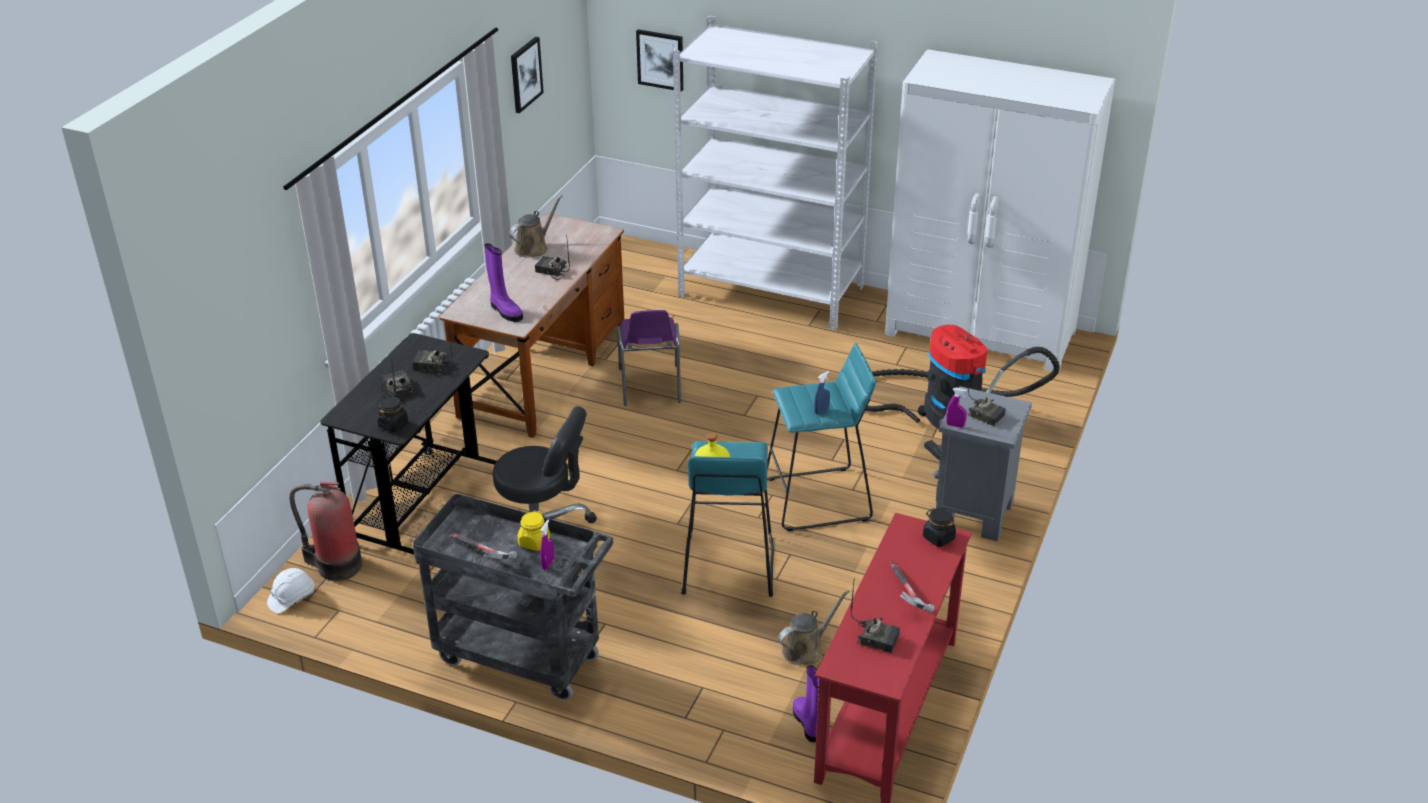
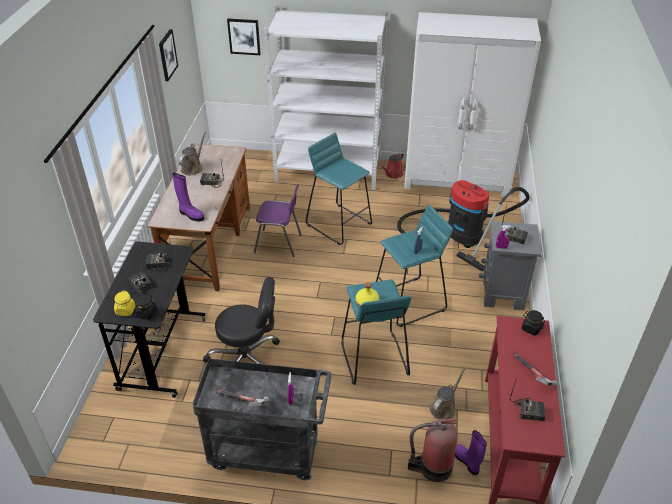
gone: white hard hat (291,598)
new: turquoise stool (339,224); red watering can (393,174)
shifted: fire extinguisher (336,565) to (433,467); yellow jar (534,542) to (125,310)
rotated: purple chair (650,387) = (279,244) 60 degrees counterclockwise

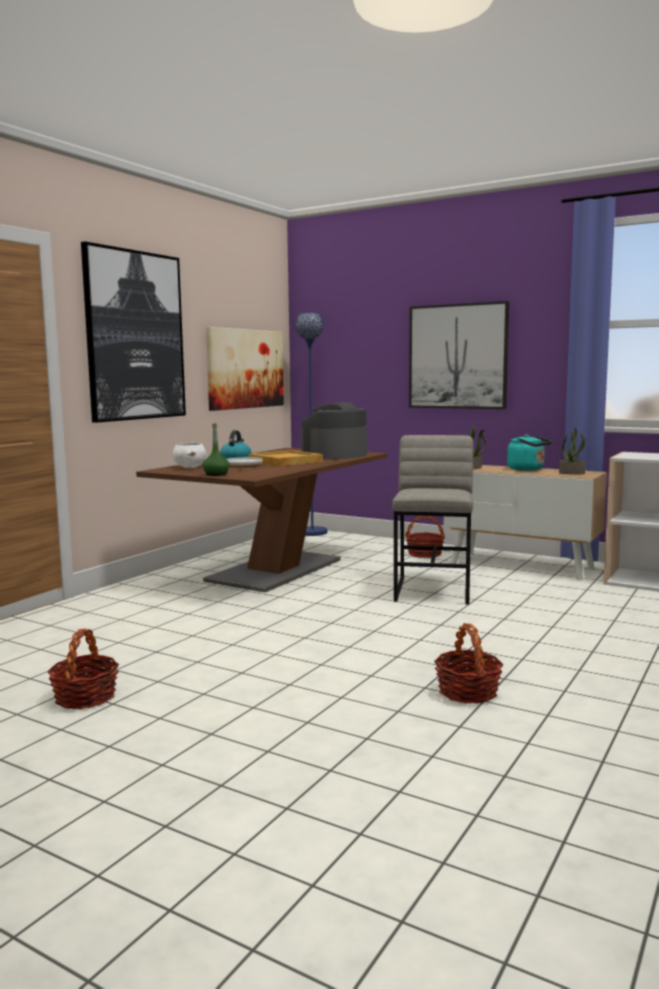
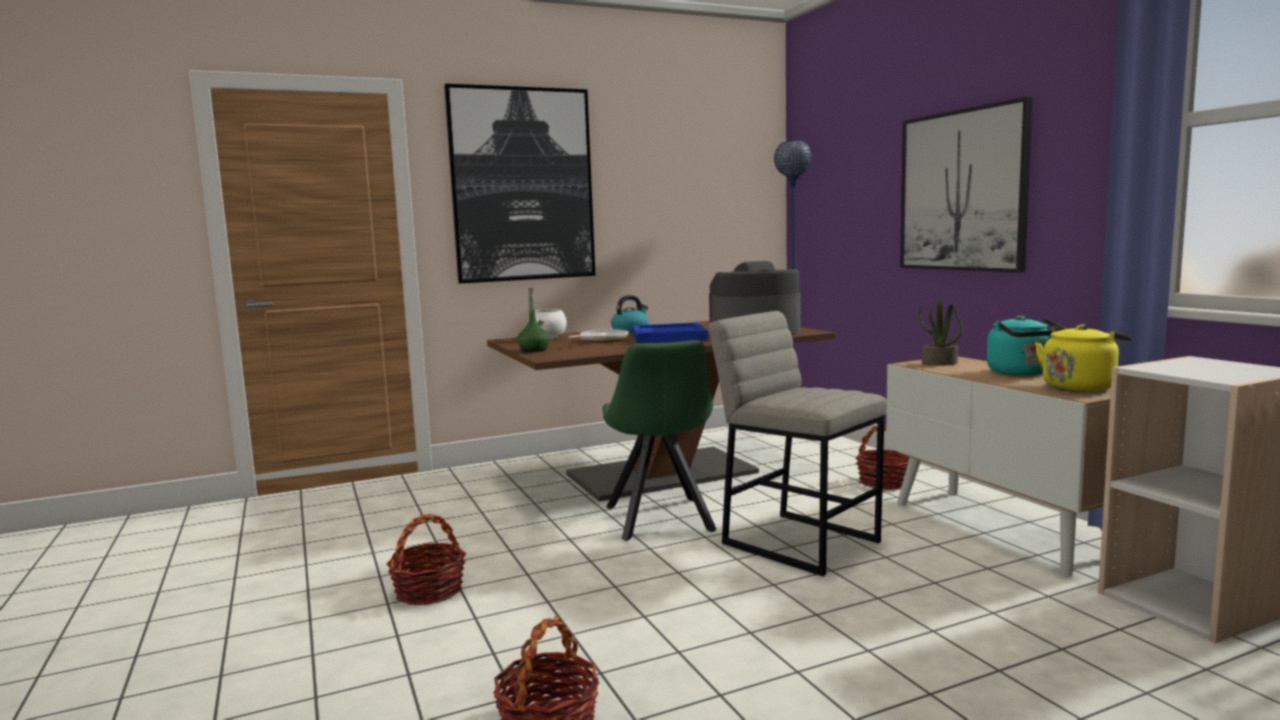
gone: picture (245,369)
new: green chair (660,519)
shifted: basket (85,697) to (429,591)
swapped: potted plant (572,473) to yellow kettle (1080,387)
repainted: beige tray (285,461) to blue tray (668,337)
rotated: grey chair (433,590) = (797,541) 90 degrees counterclockwise

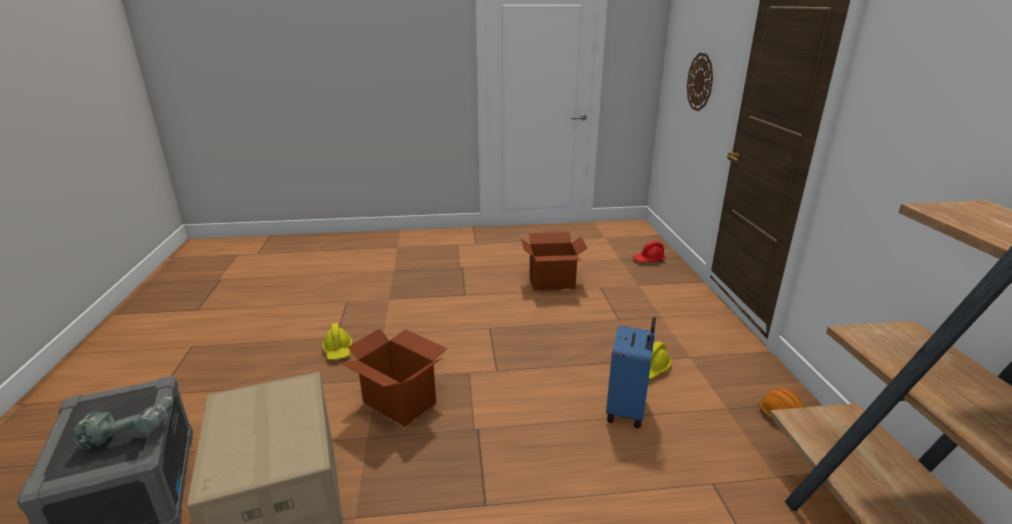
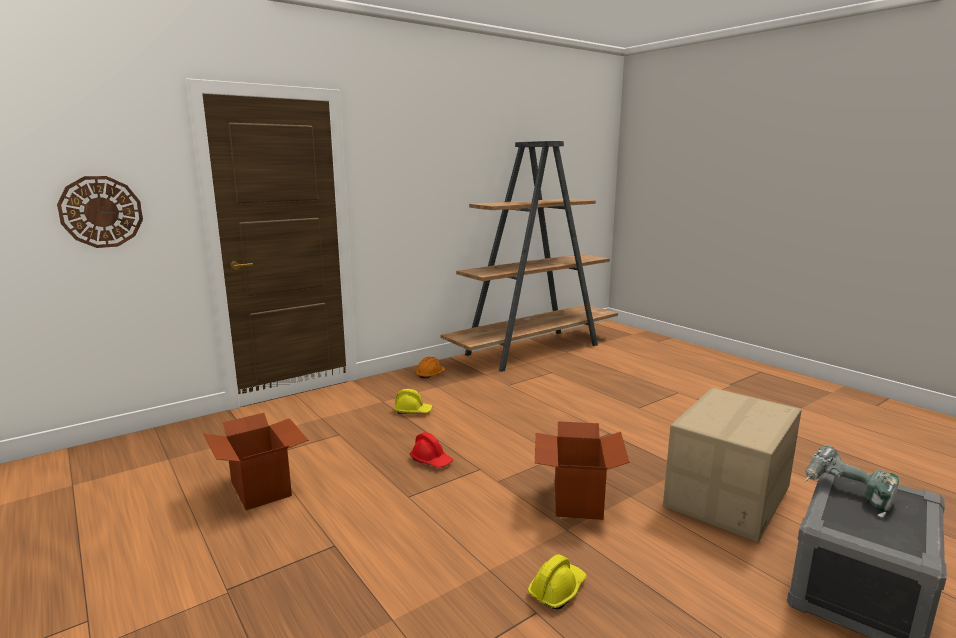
gone: blue suitcase (627,410)
shifted: red hard hat (648,260) to (431,460)

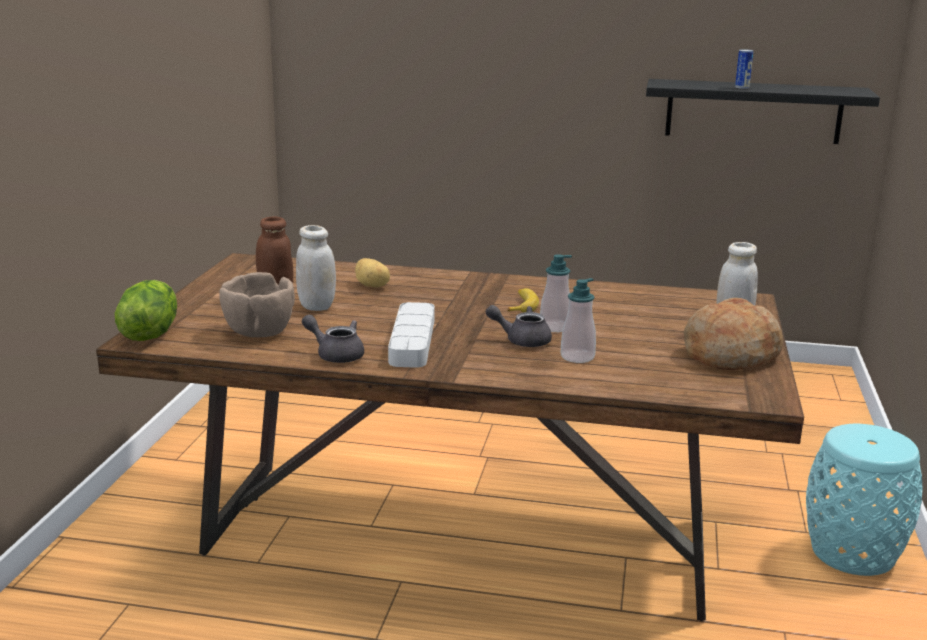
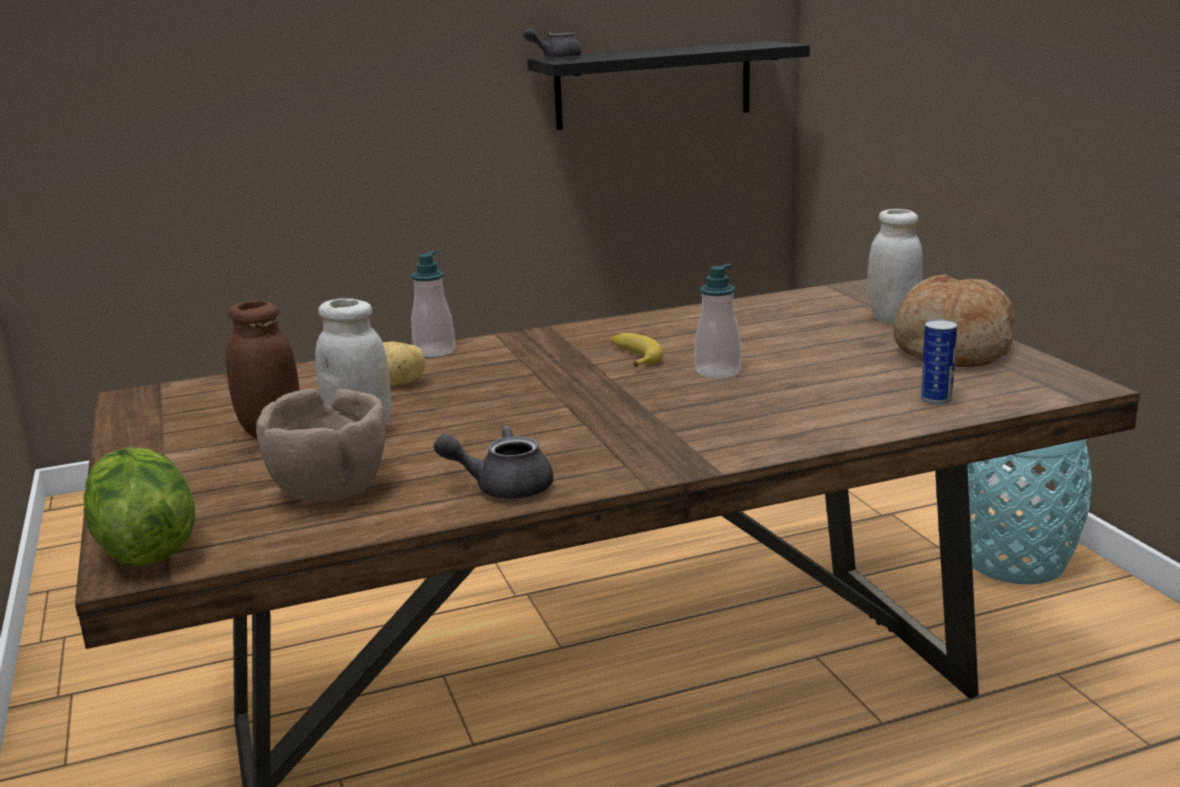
gone: grey tray (412,341)
shifted: can (742,87) to (936,400); soap dispenser (577,357) to (434,351); grey teapot (522,340) to (556,58)

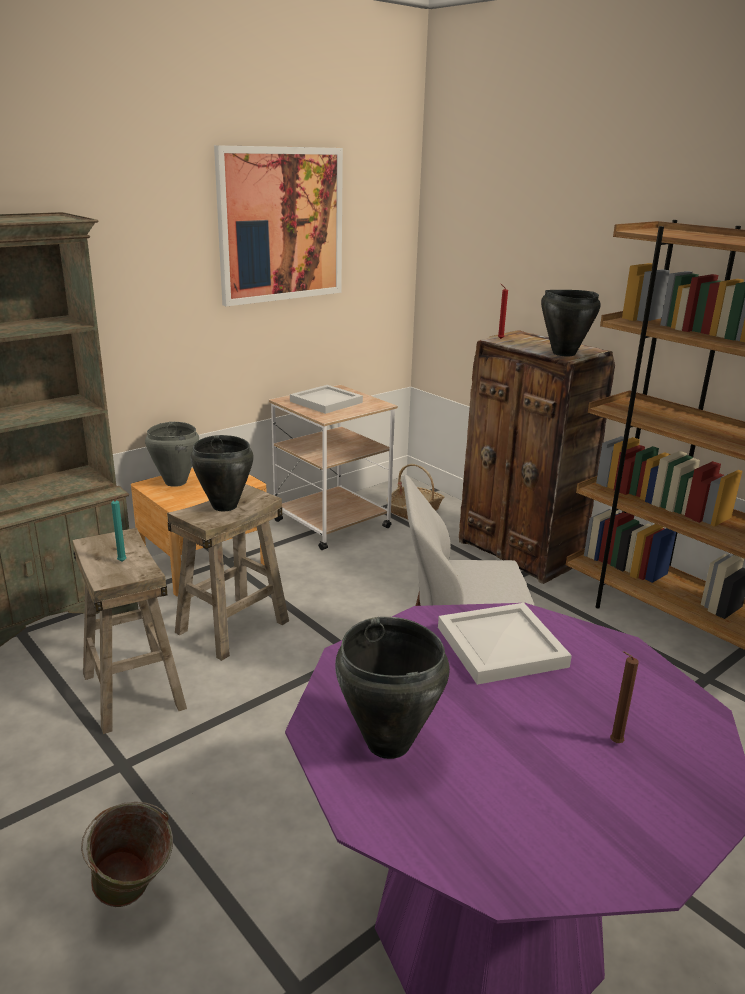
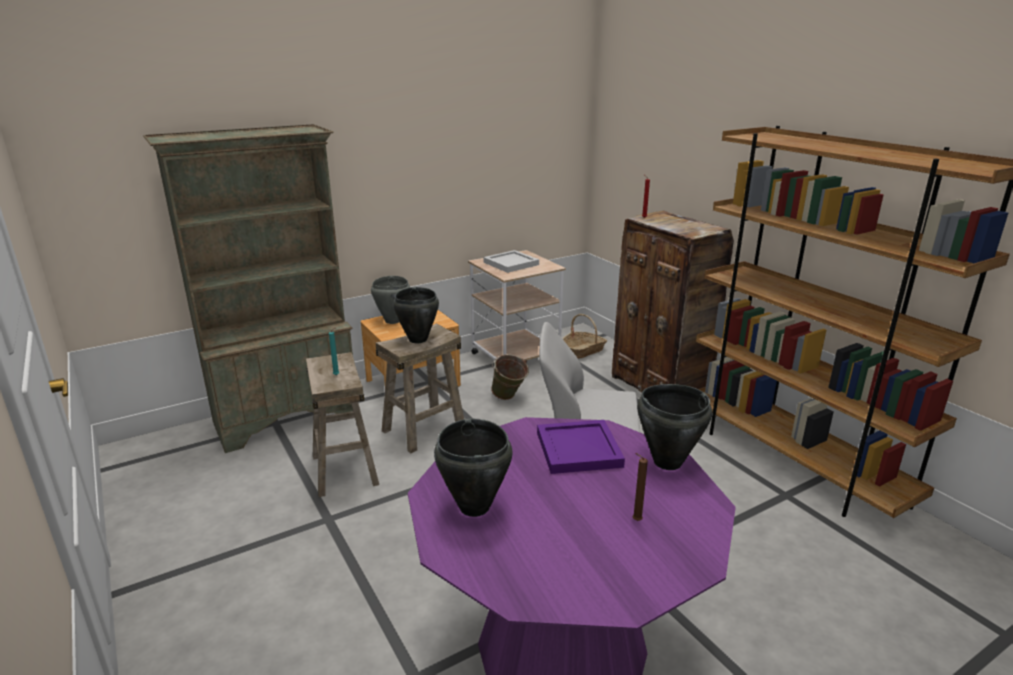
gone: picture (281,225)
shifted: black cooking pot (563,353) to (667,462); green bucket (133,898) to (509,398)
repainted: white tray (499,646) to purple tray (577,449)

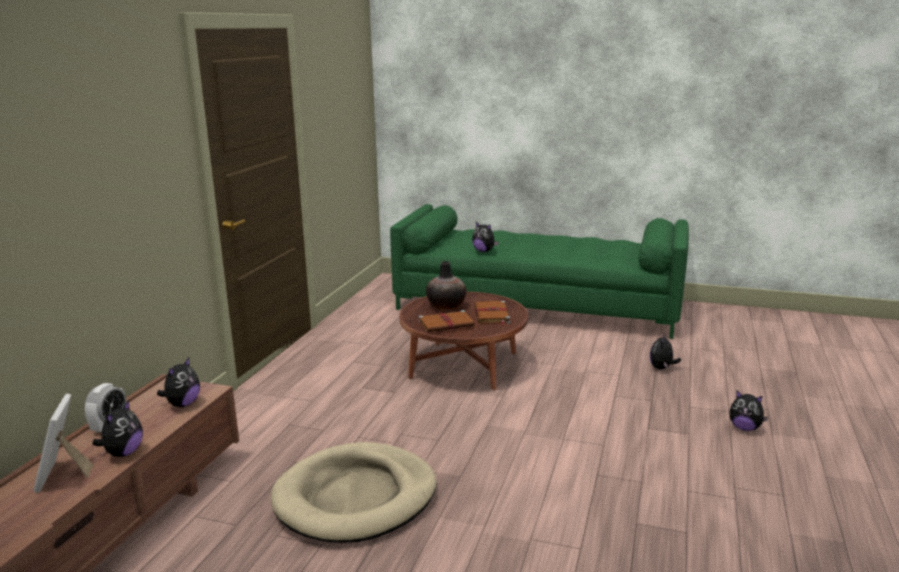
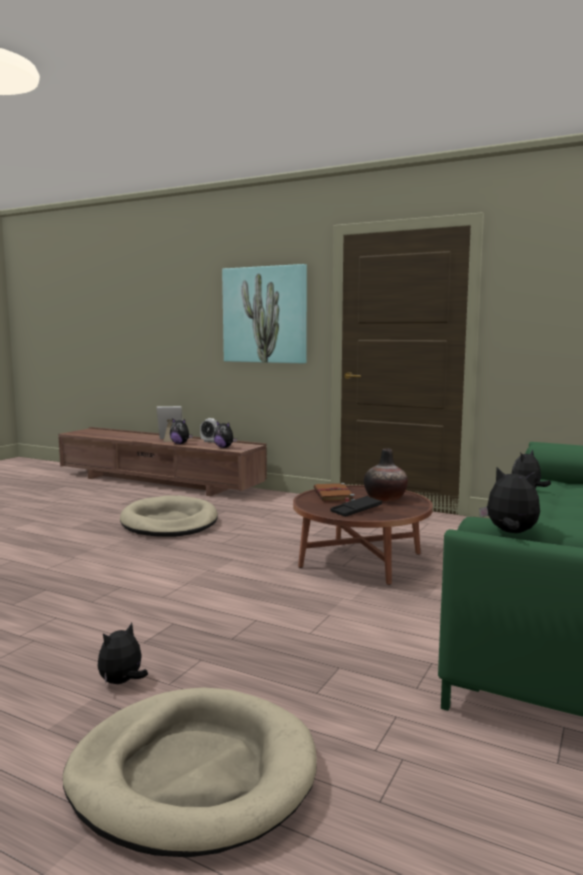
new: picture (265,315); beige dog bed (193,774)
shifted: plush toy (662,368) to (510,533)
swapped: brown book (492,315) to black tray (356,510)

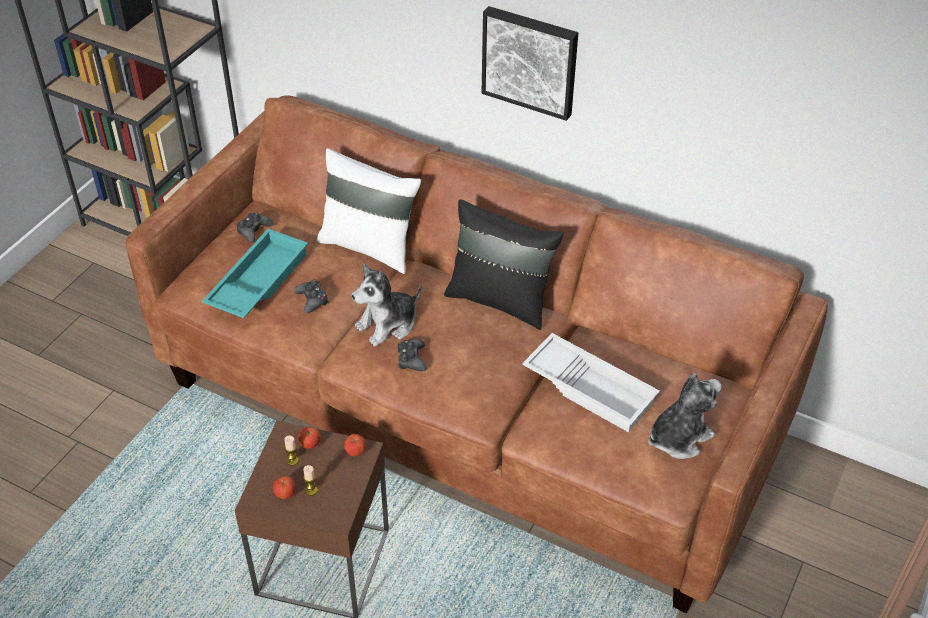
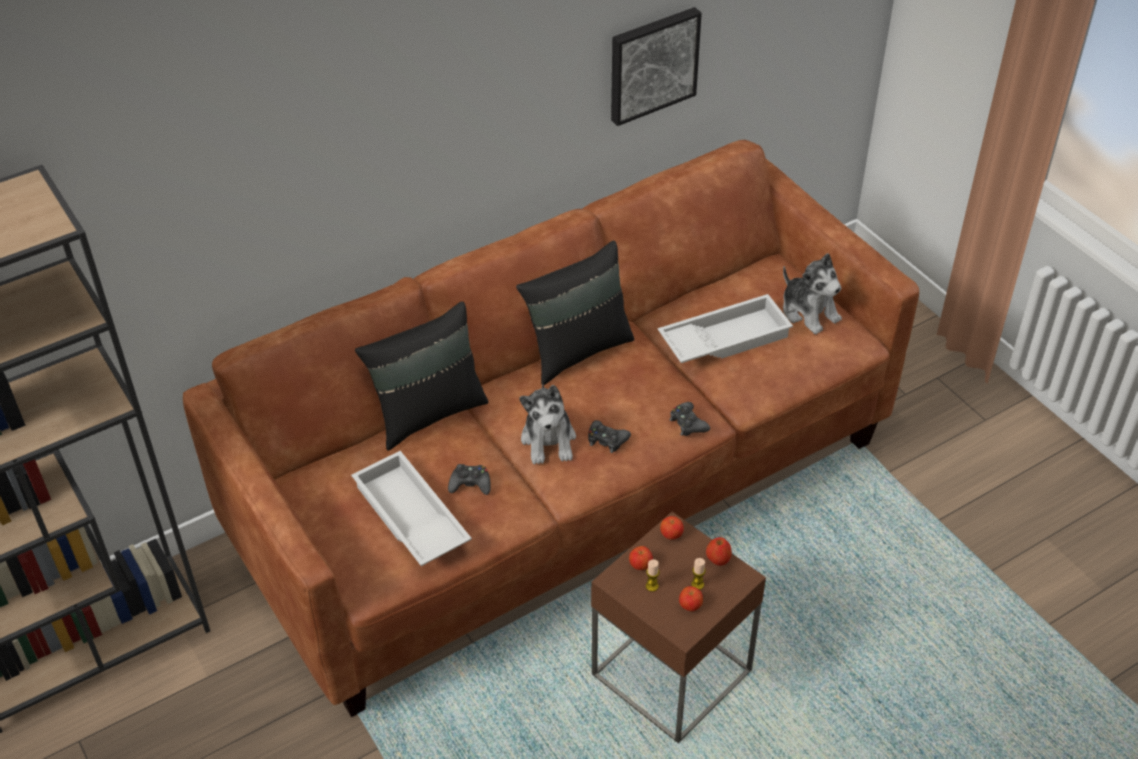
new: apple (718,560)
shifted: picture (530,61) to (652,64); black game controller (254,230) to (688,423)
repainted: white pillow (369,246) to black pillow (428,413); turquoise tray (257,281) to white tray (409,518)
rotated: plush toy (678,437) = (809,312) 150 degrees clockwise

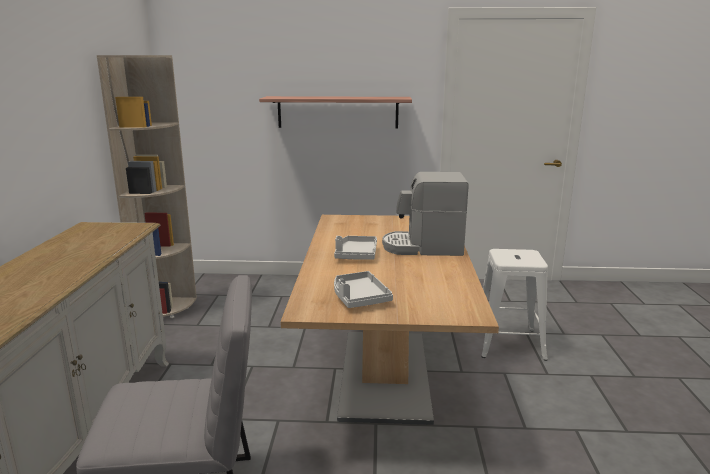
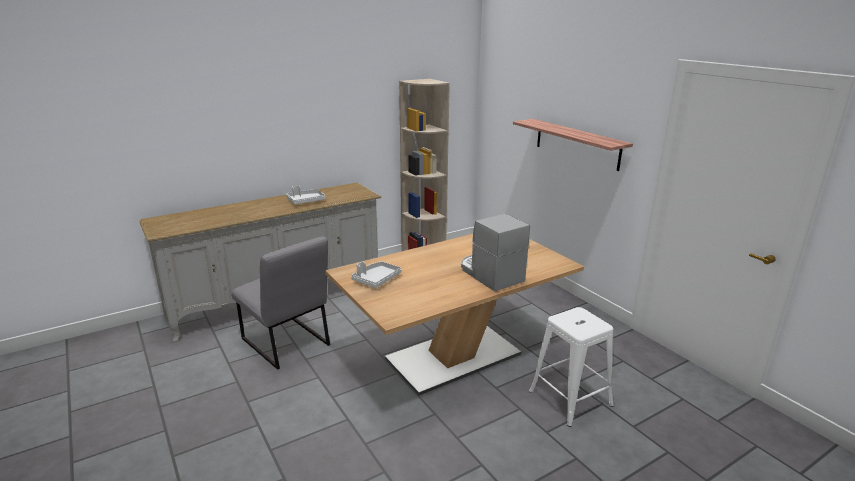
shifted: grey tray (356,255) to (305,201)

